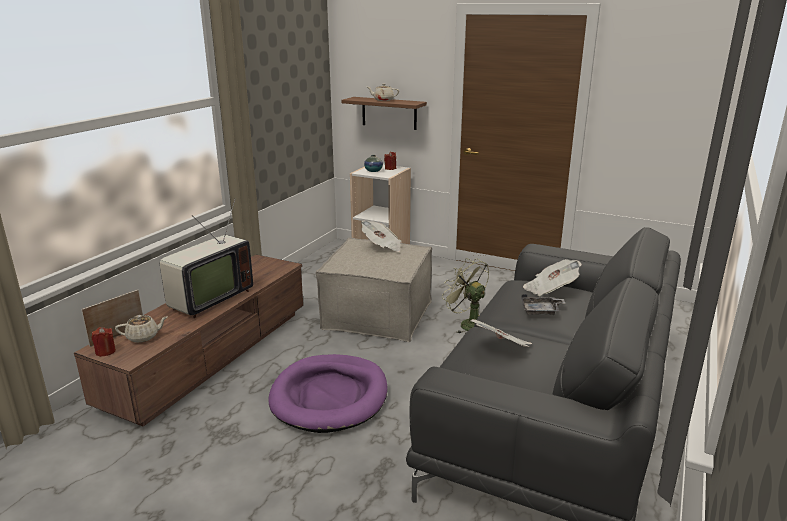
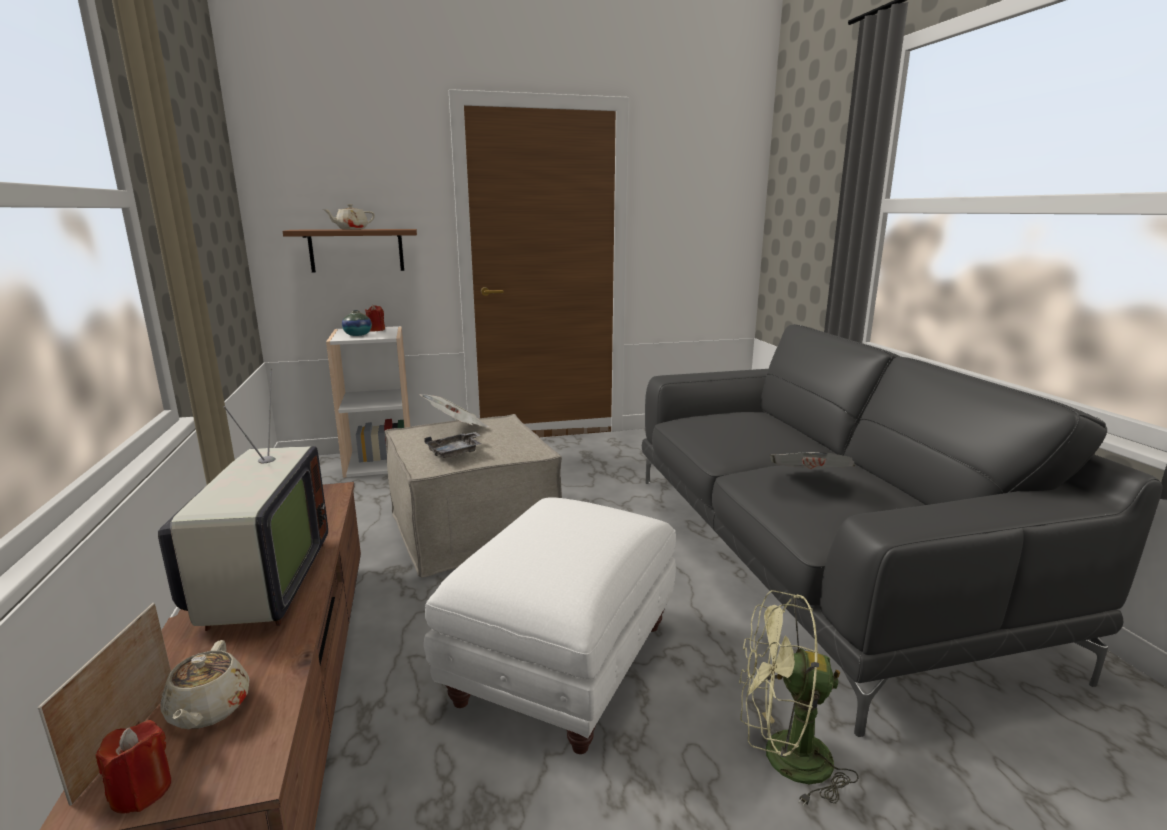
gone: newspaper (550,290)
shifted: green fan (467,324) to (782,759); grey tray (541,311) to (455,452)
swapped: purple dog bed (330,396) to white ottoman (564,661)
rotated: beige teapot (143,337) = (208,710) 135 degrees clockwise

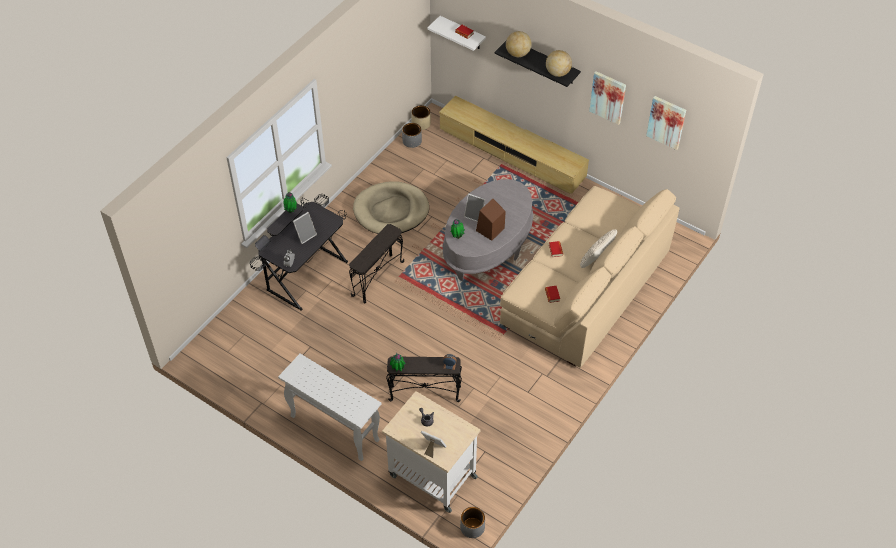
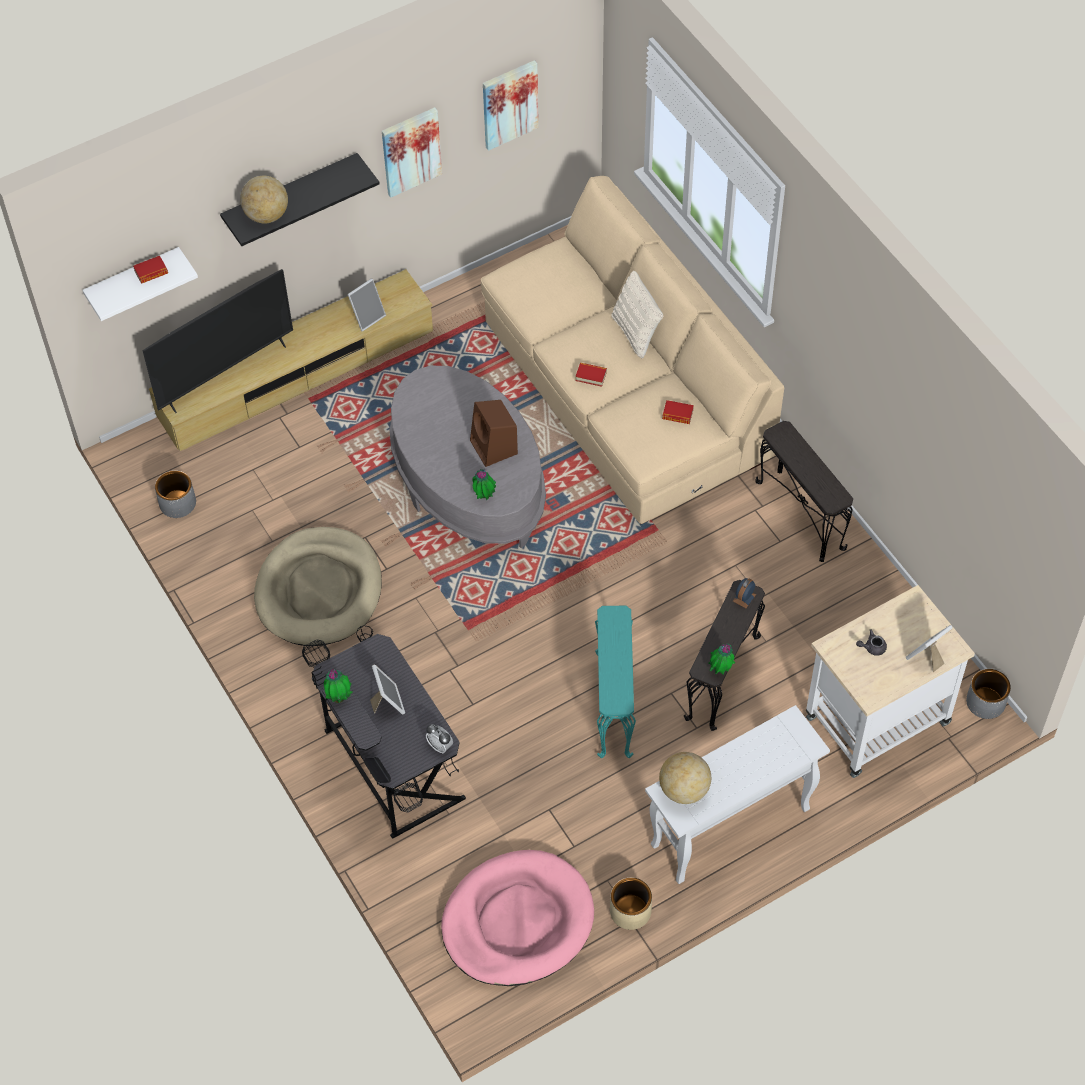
new: television (226,374); turquoise side table (613,705); pink dog bed (517,921)
shifted: globe (557,73) to (684,789); beige planter (421,124) to (630,911); picture frame (475,215) to (367,317); black side table (378,279) to (800,516)

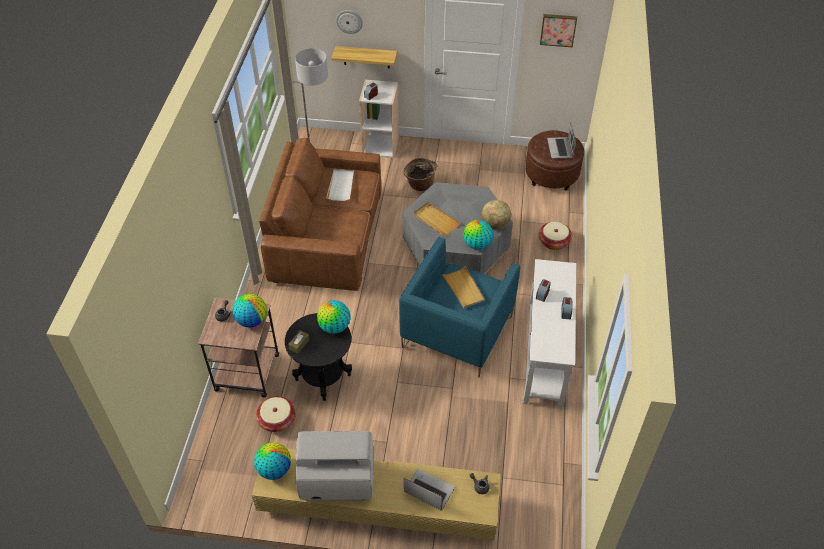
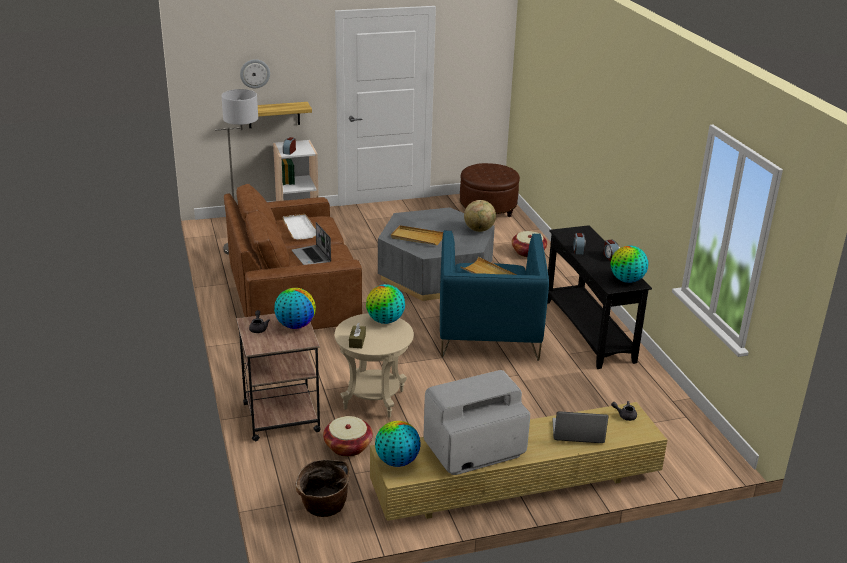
gone: picture (558,29)
shifted: laptop (560,149) to (312,257); basket (419,185) to (323,507); globe (477,245) to (627,280)
repainted: white console table (545,357) to black console table (589,331); black side table (323,377) to beige side table (373,400)

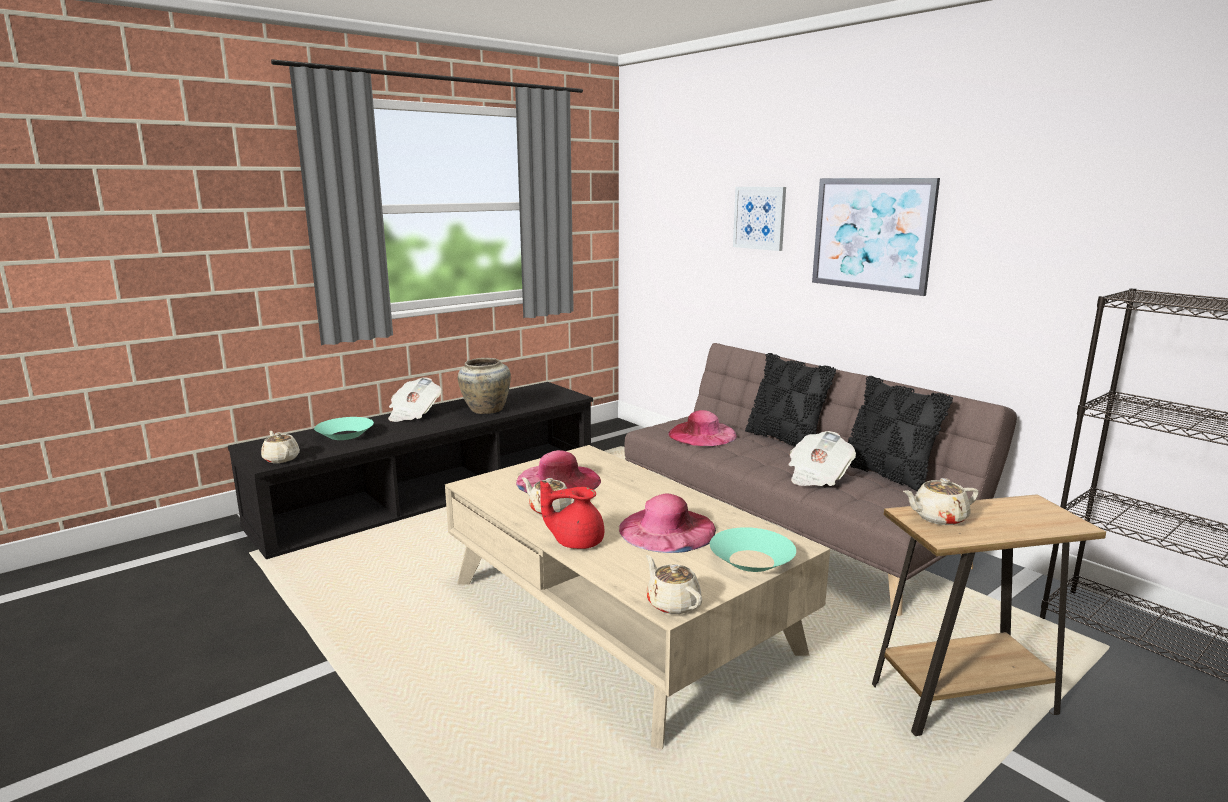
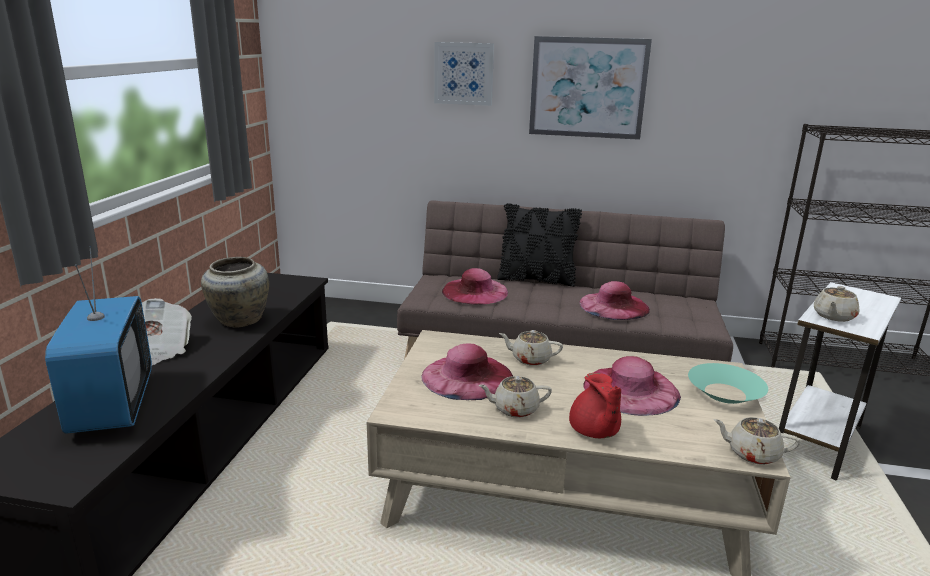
gone: black pillow (887,475)
shifted: beige teapot (281,459) to (530,359)
swapped: turquoise bowl (345,435) to television (112,404); newspaper (817,476) to pink hat (614,306)
repainted: brown side table (963,699) to white side table (817,441)
rotated: red teapot (576,541) = (594,431) 60 degrees counterclockwise

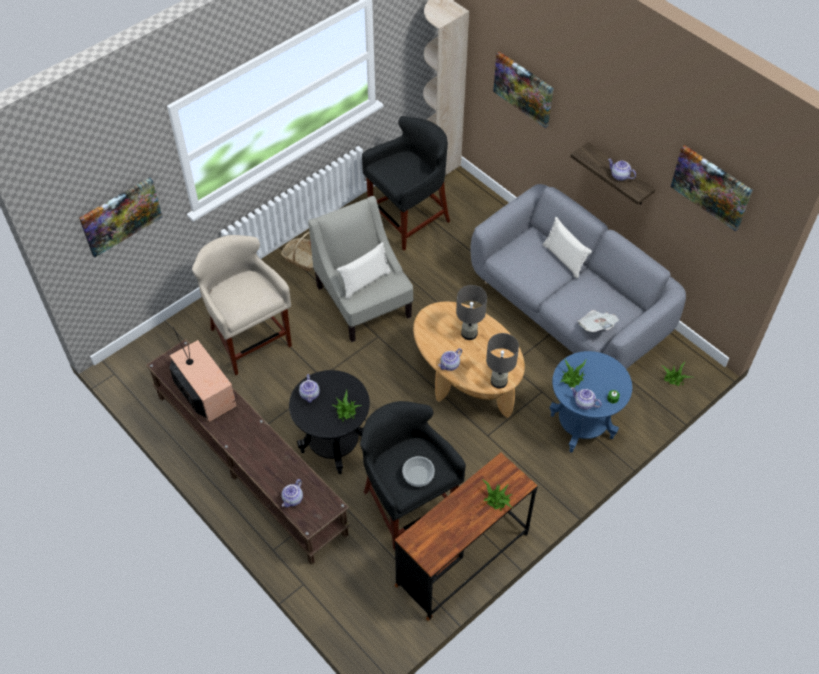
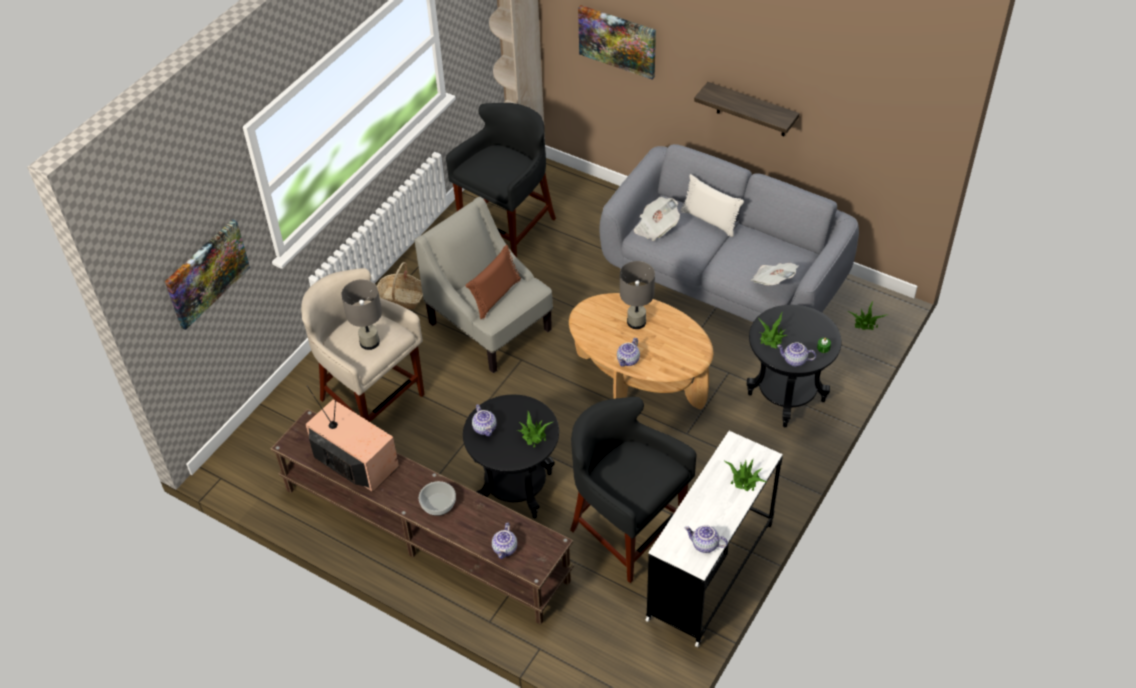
gone: picture (711,187)
new: newspaper (656,227)
shifted: teapot (619,176) to (704,545); grey table lamp (499,381) to (370,342); bowl (418,476) to (438,504)
repainted: white pillow (365,281) to brown pillow (495,296); blue side table (581,426) to black side table (786,398); brown desk (462,559) to white desk (710,572)

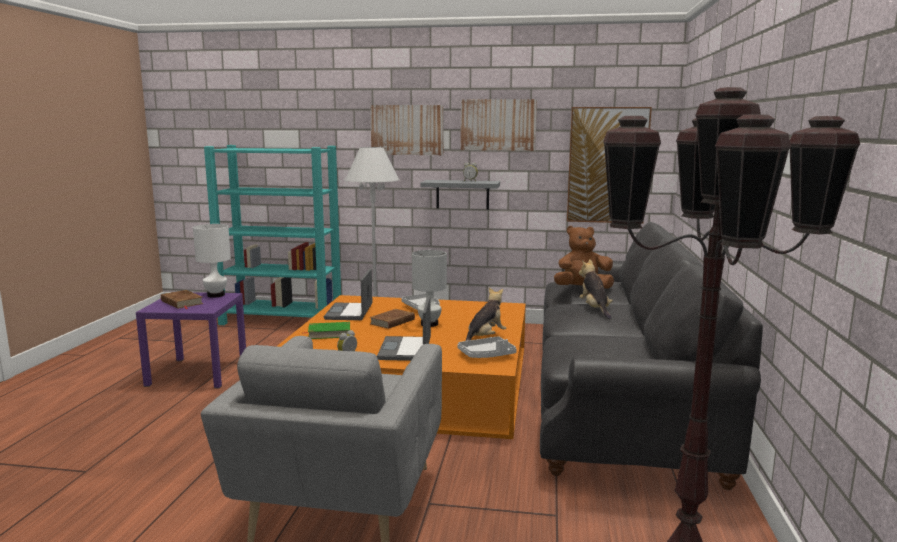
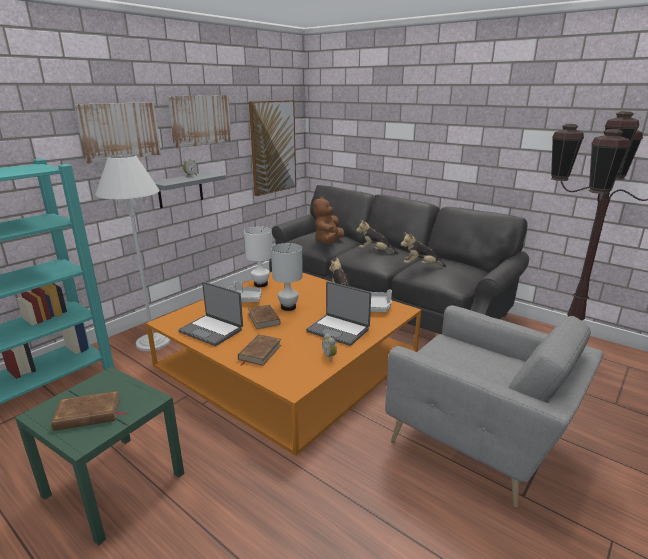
new: plush toy (420,266)
shifted: white table lamp (216,295) to (260,284)
repainted: purple side table (197,372) to green side table (112,484); green book (329,333) to brown book (260,352)

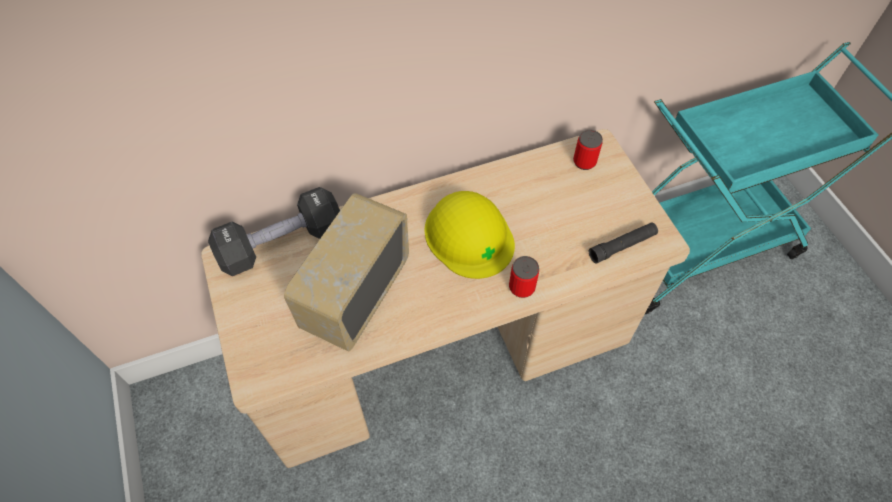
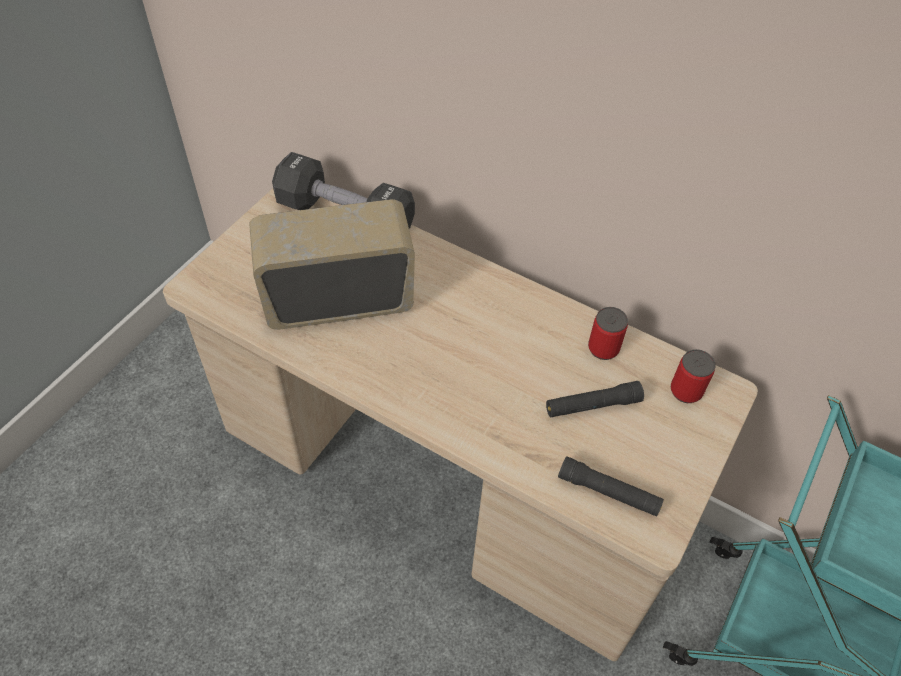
gone: yellow hard hat (469,235)
new: black flashlight (592,405)
shifted: can (521,287) to (603,348)

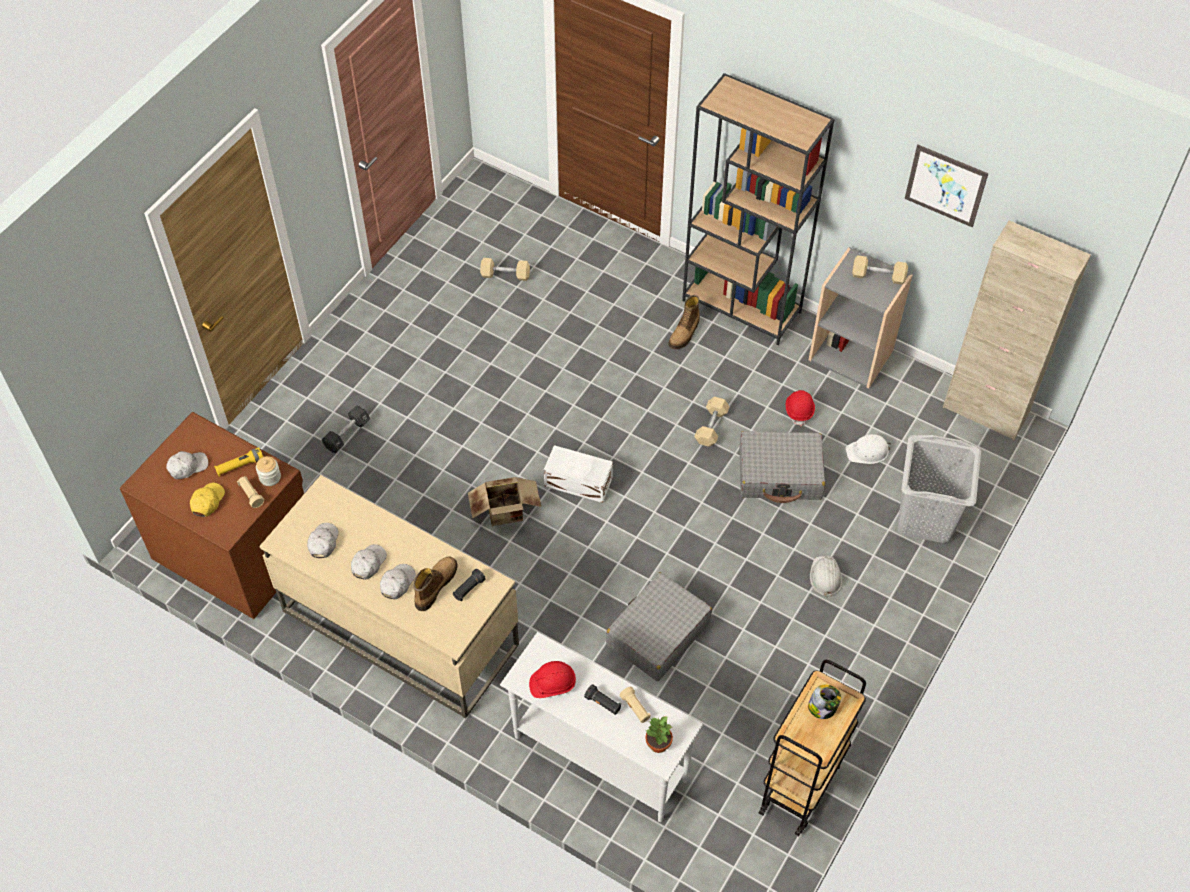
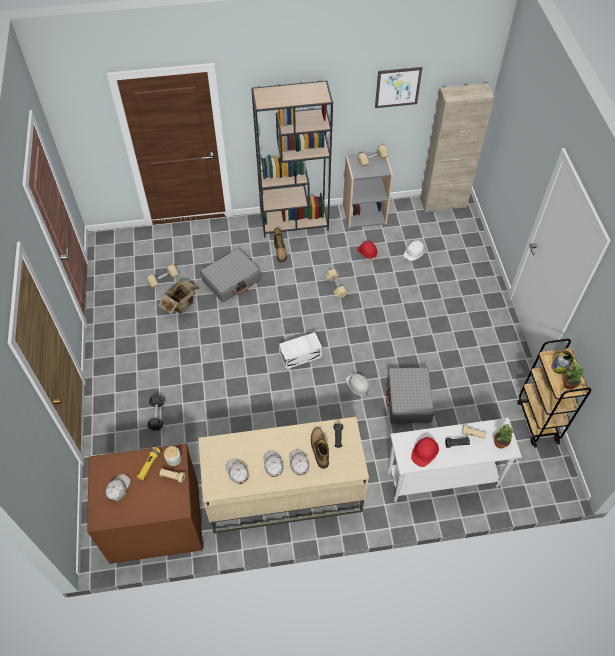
gone: grey laundry basket (925,518); yellow cap (207,501)
new: potted plant (569,384)
shifted: grey suitcase (780,474) to (231,280); cardboard box (506,514) to (182,305); white hard hat (825,577) to (358,385)

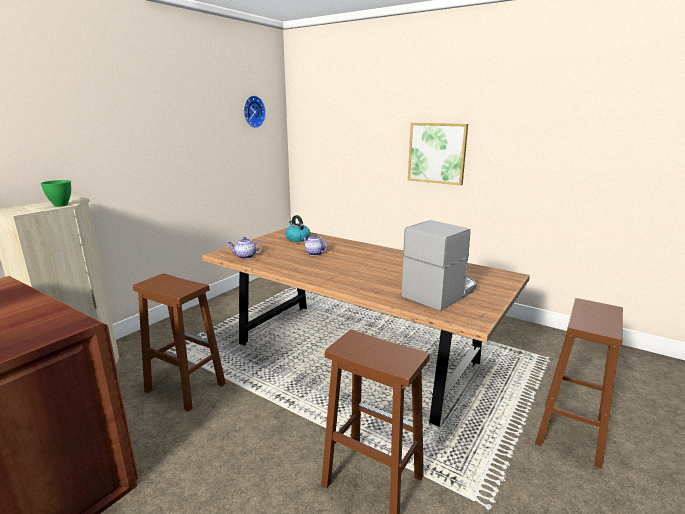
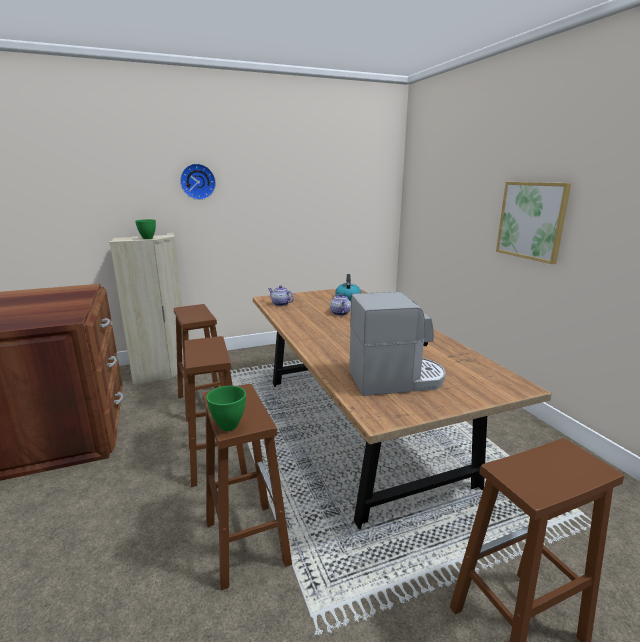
new: brown stool (216,459); green bowl (228,426)
shifted: wall clock (253,111) to (197,181)

